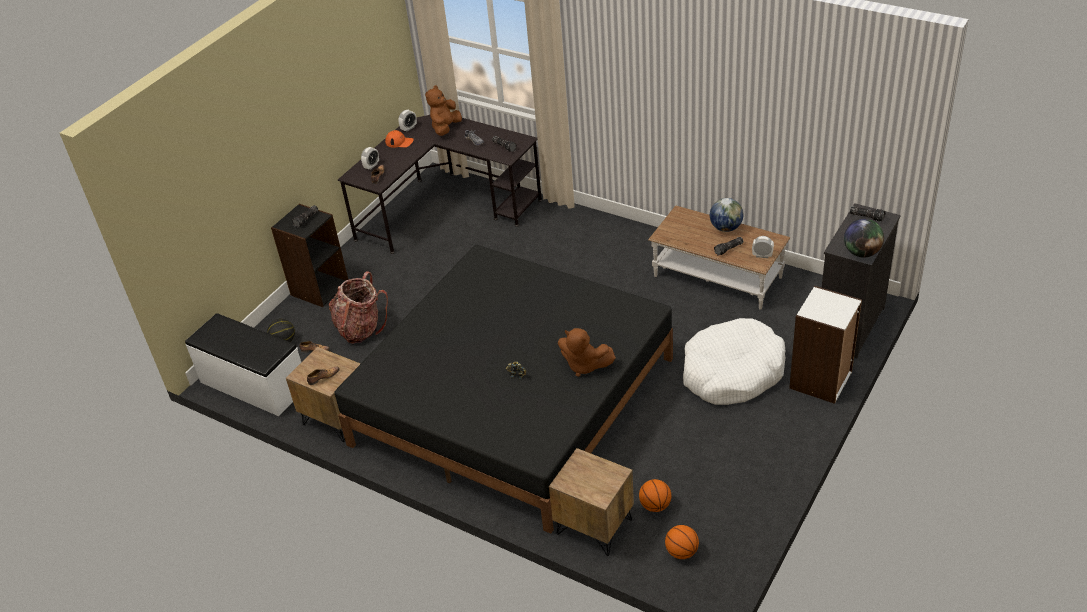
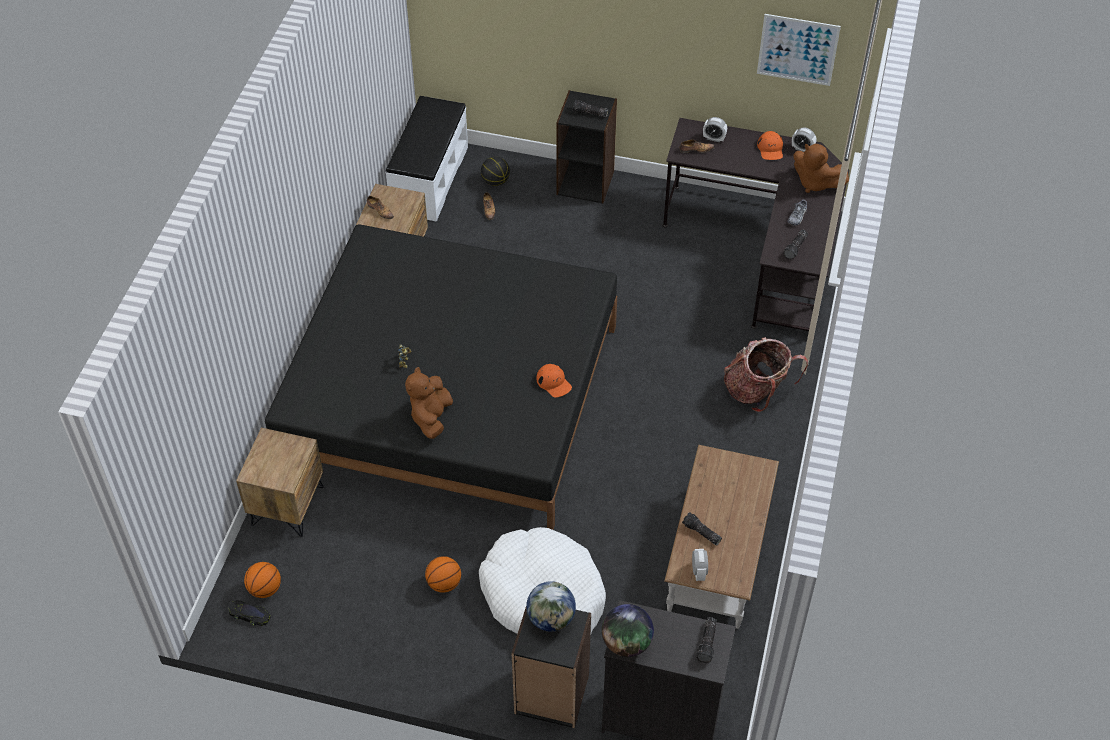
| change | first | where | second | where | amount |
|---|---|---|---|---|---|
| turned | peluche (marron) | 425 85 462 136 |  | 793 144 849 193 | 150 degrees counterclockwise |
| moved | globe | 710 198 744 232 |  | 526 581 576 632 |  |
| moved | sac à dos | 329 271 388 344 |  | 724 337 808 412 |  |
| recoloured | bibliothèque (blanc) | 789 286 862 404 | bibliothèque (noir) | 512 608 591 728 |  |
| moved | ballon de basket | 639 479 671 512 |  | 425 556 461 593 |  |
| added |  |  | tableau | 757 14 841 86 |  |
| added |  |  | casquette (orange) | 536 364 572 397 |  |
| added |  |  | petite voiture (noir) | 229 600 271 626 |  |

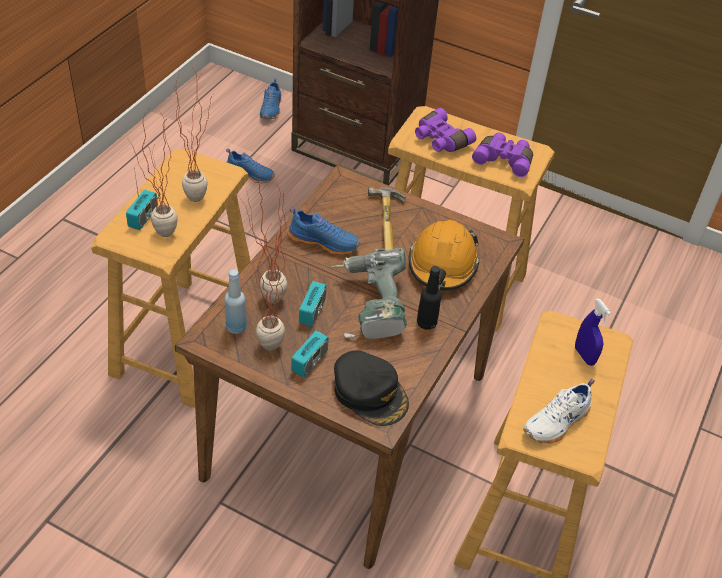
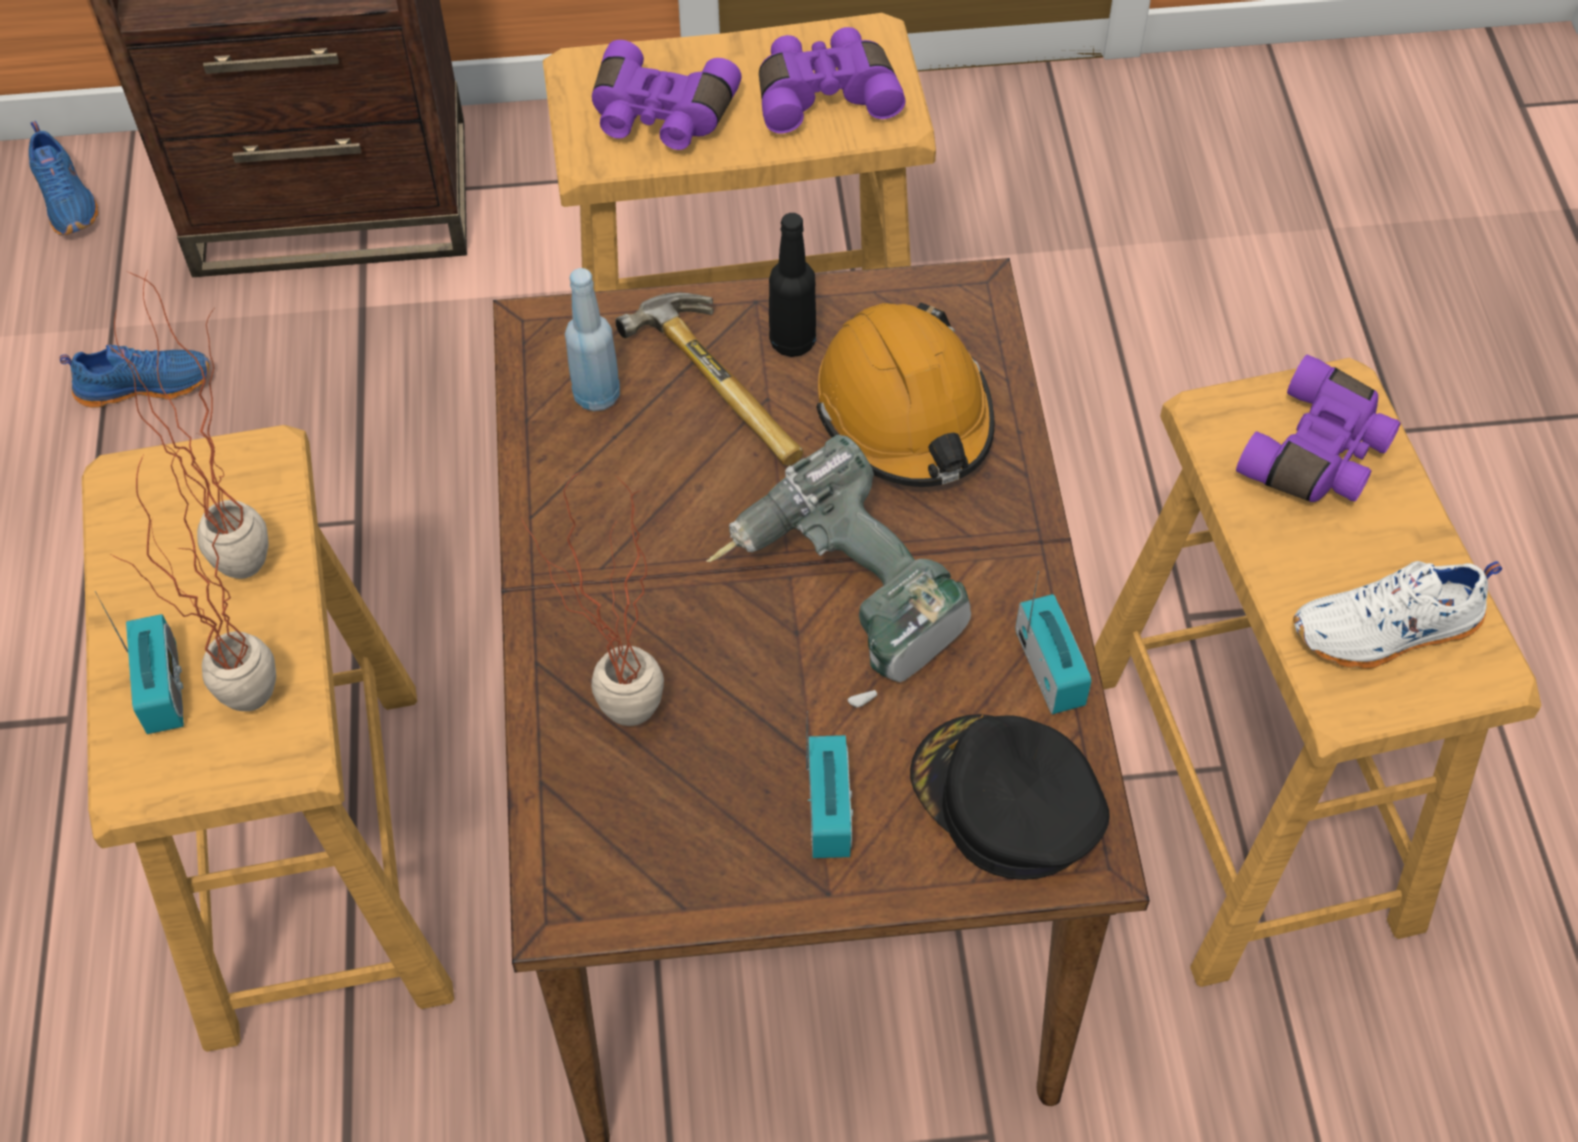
| change | first | where | second | where | amount |
|---|---|---|---|---|---|
| removed | chaussure (bleu) | 288 207 360 255 |  |  |  |
| removed | plante en pot | 248 223 285 351 |  |  |  |
| moved | bouteille (noir) | 417 266 441 330 |  | 769 213 816 357 |  |
| moved | radio | 299 267 326 327 |  | 1015 571 1091 714 |  |
| moved | bouteille (bleu) | 224 269 247 334 |  | 565 268 620 411 |  |
| replaced | vaporisateur (bleu) | 575 299 611 366 | jumelles (violet) | 1236 355 1401 502 |  |
| turned | casquette (noir) | 334 350 409 426 |  | 910 714 1110 880 | 150 degrees counterclockwise |
| turned | chaussure (blanc) | 523 379 594 443 |  | 1293 561 1503 669 | 60 degrees clockwise |

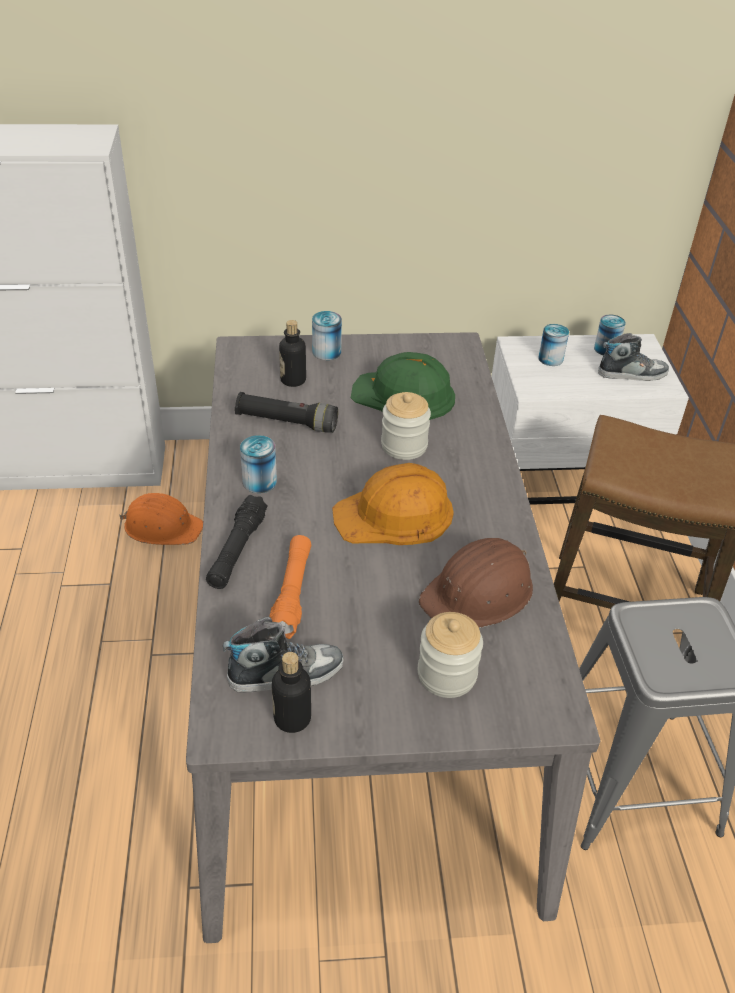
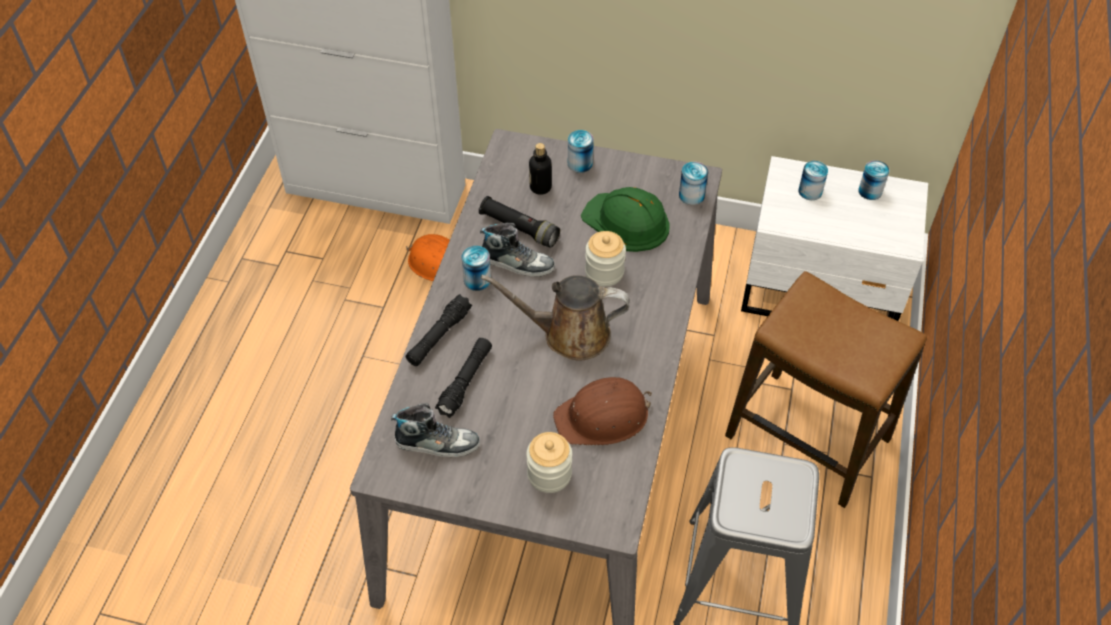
| change | first | where | second | where | amount |
|---|---|---|---|---|---|
| moved | chaussure | 598 333 669 381 |  | 480 223 555 277 |  |
| replaced | casque de chantier (orange) | 332 463 454 545 | arrosoir (marron) | 481 275 630 361 |  |
| recoloured | lampe de poche (orange) | 269 535 311 639 | lampe de poche (noir) | 435 338 492 418 |  |
| removed | bouteille | 272 652 311 733 |  |  |  |
| added |  |  | boîte métallique | 679 162 708 205 |  |

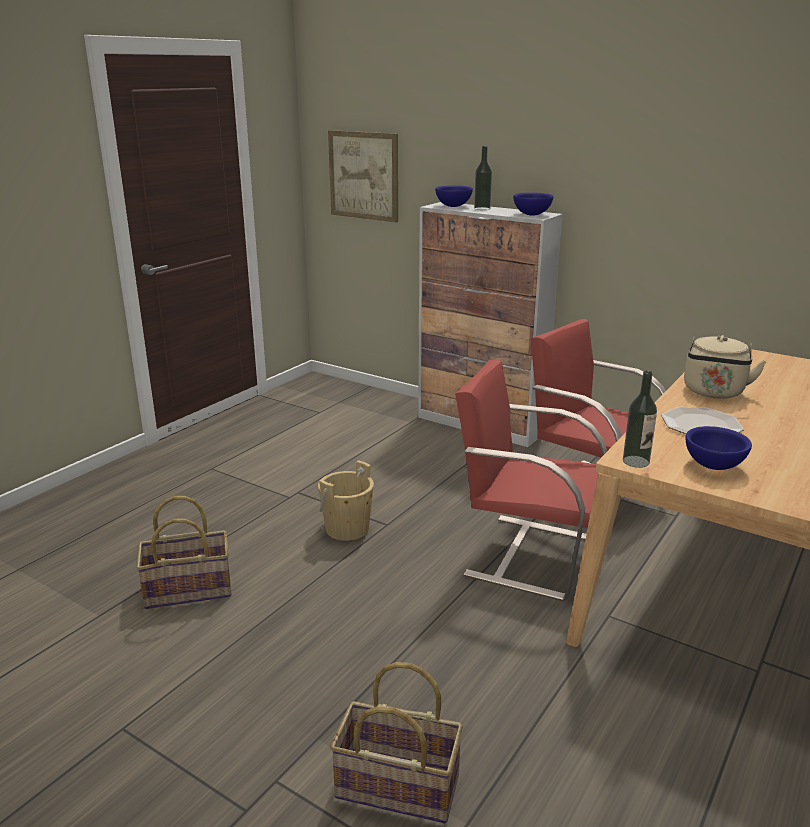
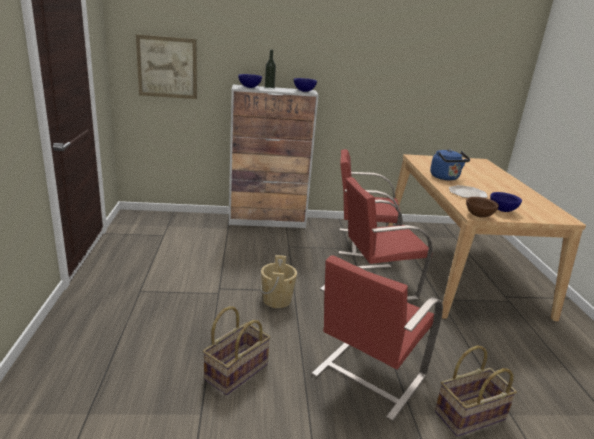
| change | first | where | second | where | amount |
|---|---|---|---|---|---|
| recoloured | bouilloire (beige) | 684 335 767 399 | bouilloire (bleu) | 430 149 470 180 |  |
| replaced | bouteille | 623 371 657 468 | bol (marron) | 466 197 499 218 |  |
| added |  |  | chaise (rouge) | 311 256 443 421 |  |

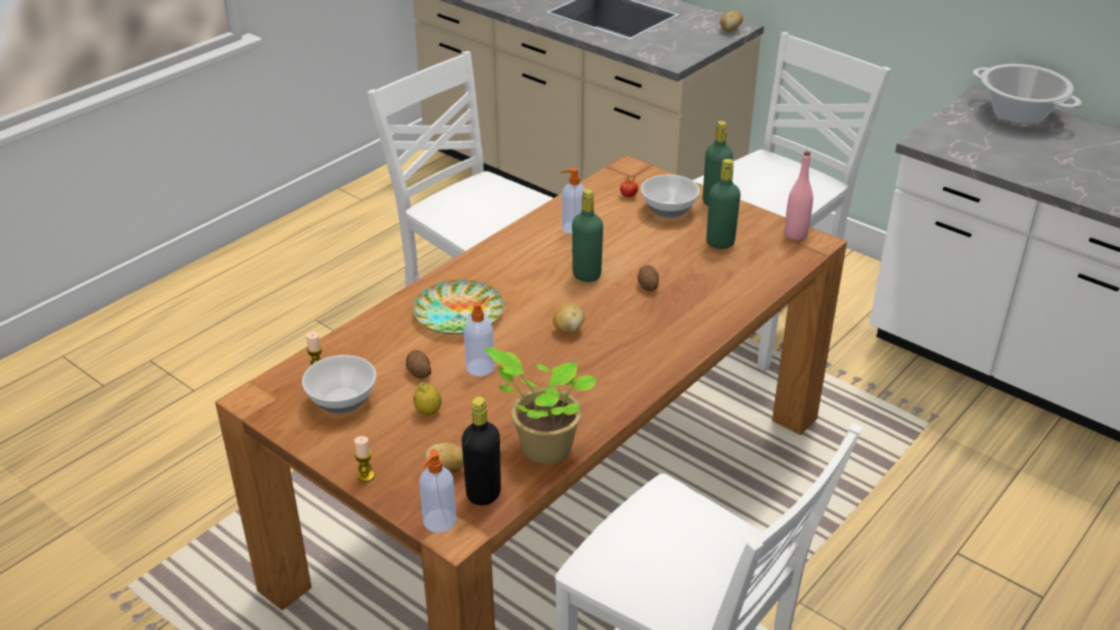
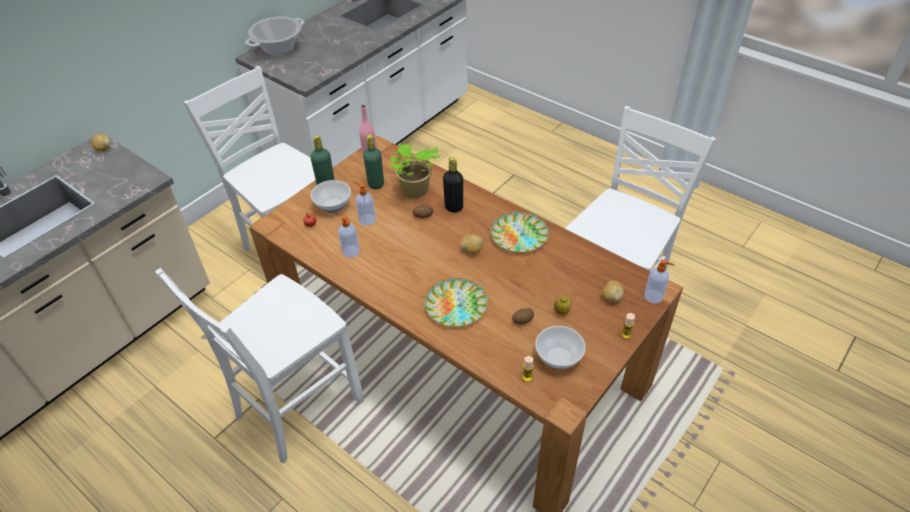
| change | first | where | second | where | amount |
|---|---|---|---|---|---|
| removed | bouteille (vert) | 572 189 603 282 |  |  |  |
| moved | distributeur de savon | 464 296 495 376 |  | 354 181 376 226 |  |
| moved | plante en pot | 484 347 597 464 |  | 390 143 440 198 |  |
| moved | bouteille (noir) | 462 396 501 505 |  | 443 157 463 212 |  |
| added |  |  | assiette | 491 212 549 253 |  |

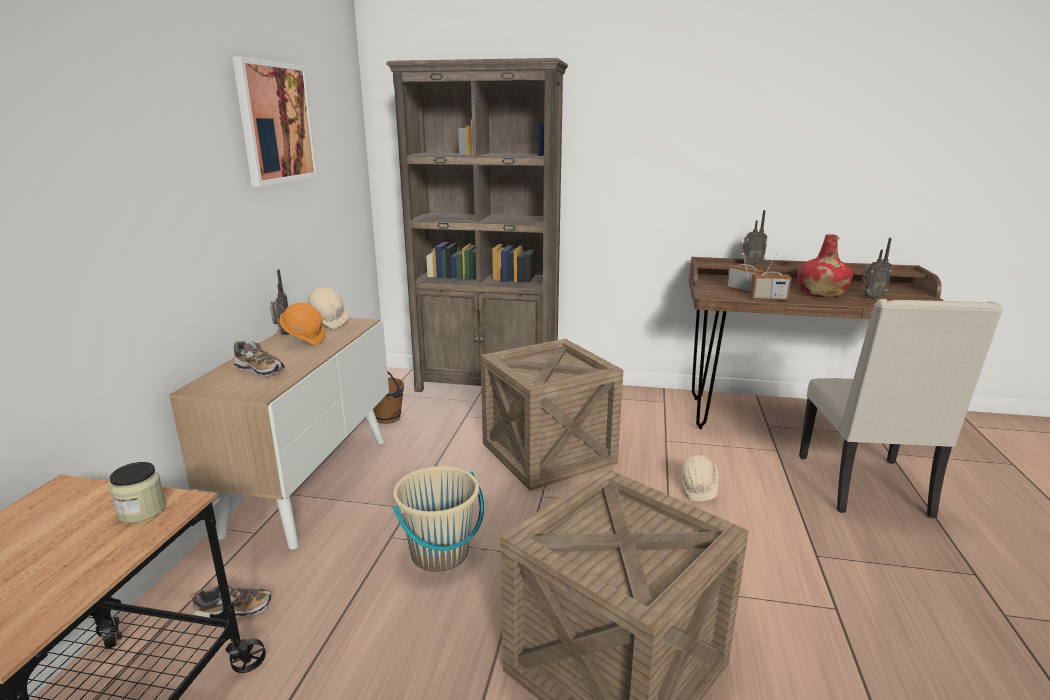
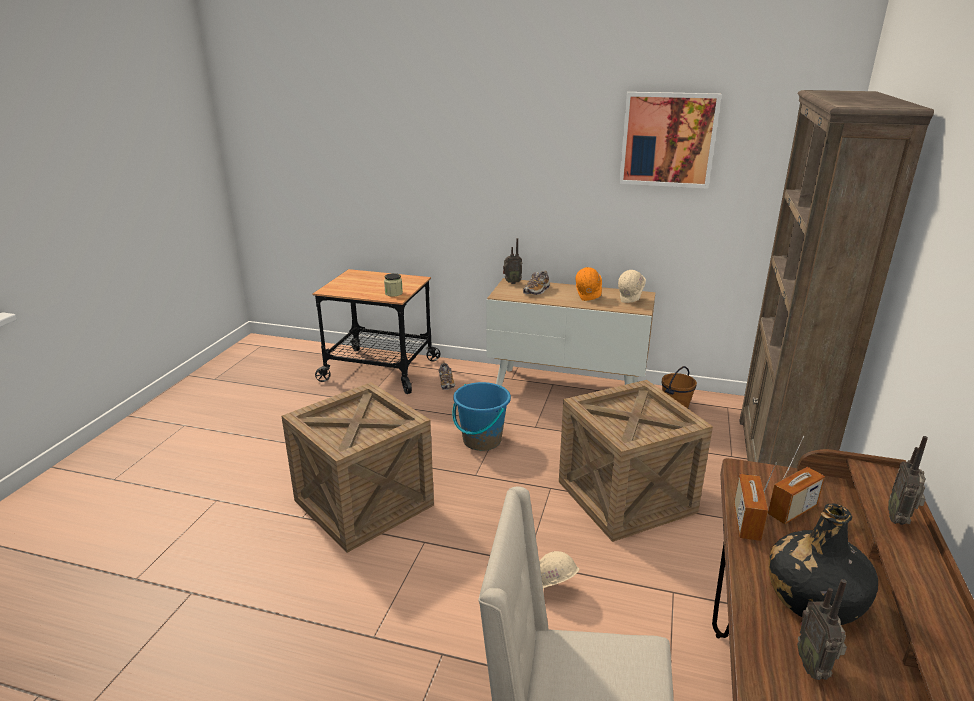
| change | first | where | second | where | amount |
|---|---|---|---|---|---|
| recoloured | bouteille (rouge) | 797 234 853 298 | bouteille (noir) | 769 504 878 625 |  |
| moved | radio | 270 269 289 335 |  | 503 238 522 284 |  |
| recoloured | seau (beige) | 393 466 484 572 | seau (bleu) | 452 382 511 451 |  |

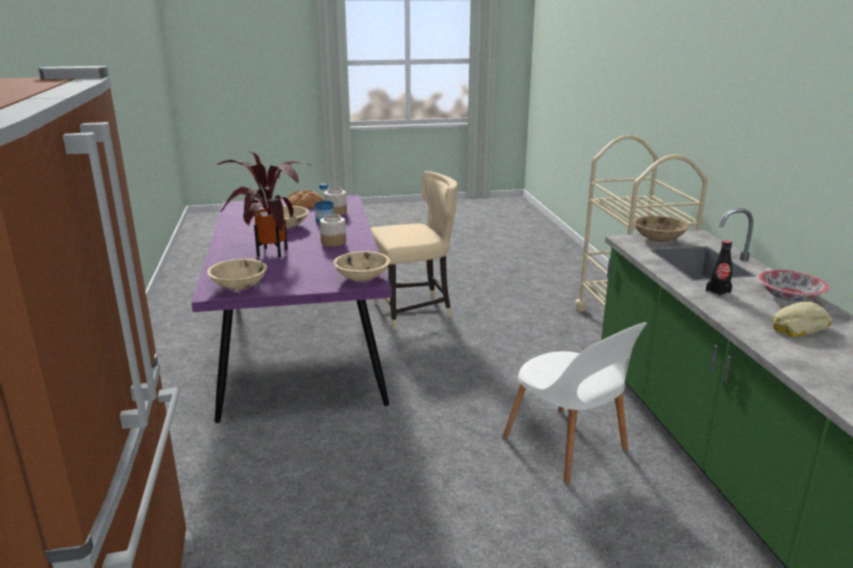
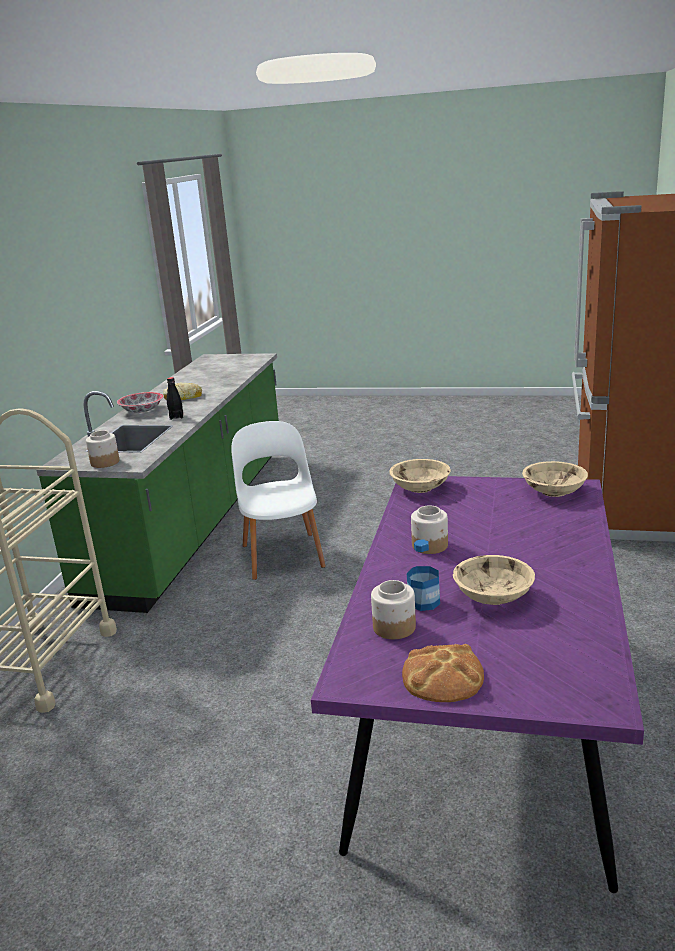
| change | first | where | second | where | amount |
|---|---|---|---|---|---|
| removed | plante en pot | 217 152 310 258 |  |  |  |
| removed | chaise (beige) | 371 171 458 330 |  |  |  |
| replaced | bol (beige) | 634 215 689 243 | bocal | 86 430 120 468 |  |

